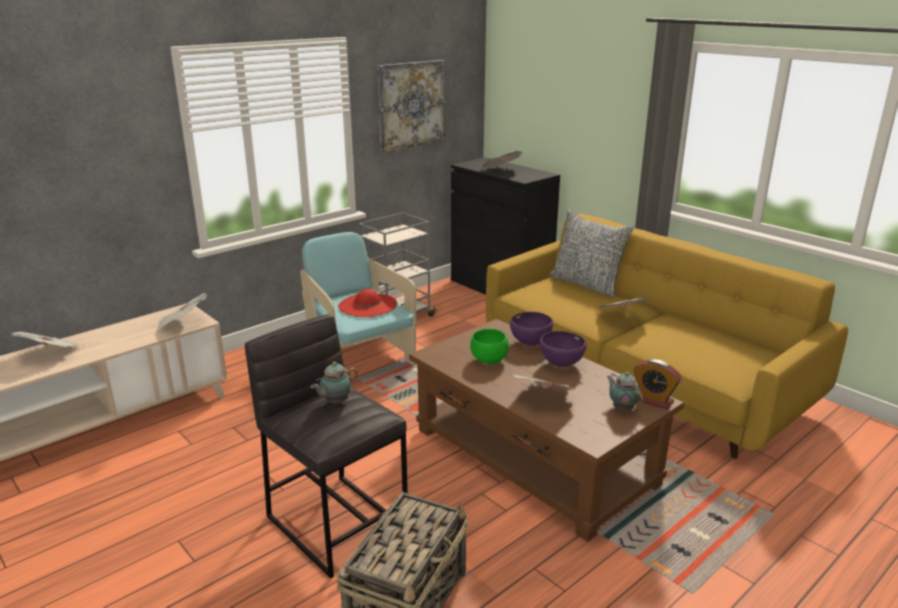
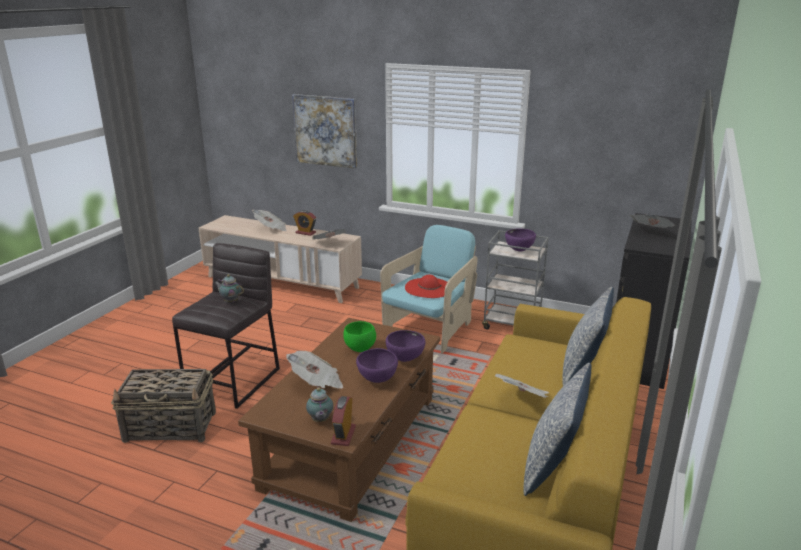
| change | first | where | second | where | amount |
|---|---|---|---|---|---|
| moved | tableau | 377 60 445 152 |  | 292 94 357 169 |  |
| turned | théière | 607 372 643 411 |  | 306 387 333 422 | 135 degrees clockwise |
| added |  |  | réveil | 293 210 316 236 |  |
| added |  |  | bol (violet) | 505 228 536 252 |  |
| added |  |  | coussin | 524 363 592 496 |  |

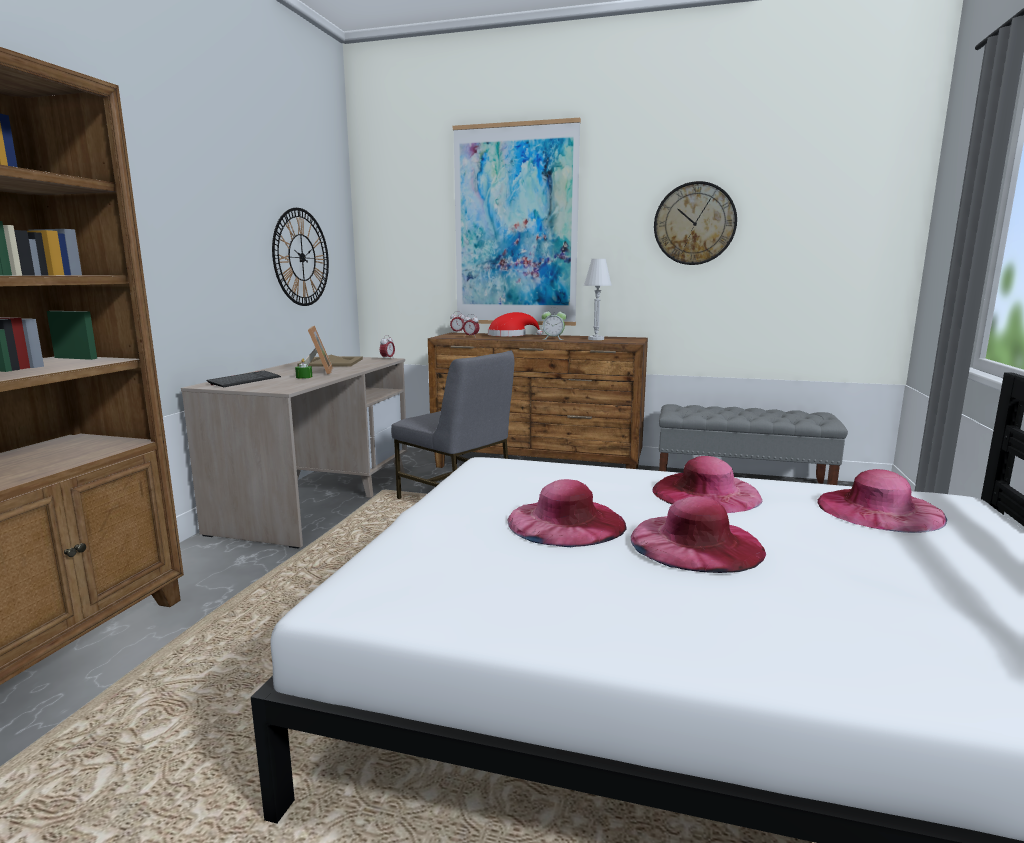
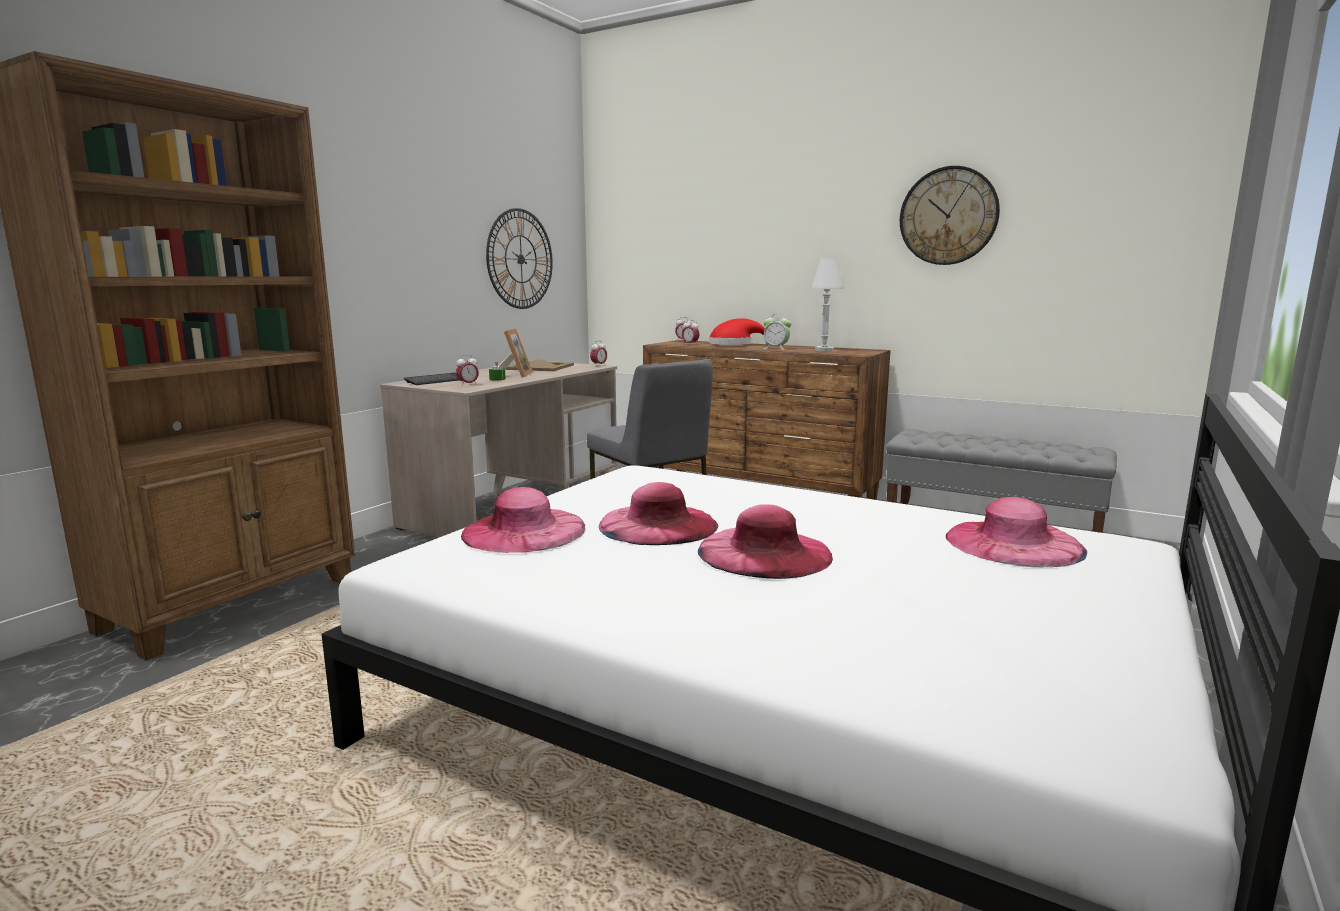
| change | first | where | second | where | amount |
|---|---|---|---|---|---|
| removed | tableau | 453 118 581 326 |  |  |  |
| moved | chapeau (rose) | 652 456 763 513 |  | 461 487 585 553 |  |
| added |  |  | réveil | 456 355 479 386 |  |

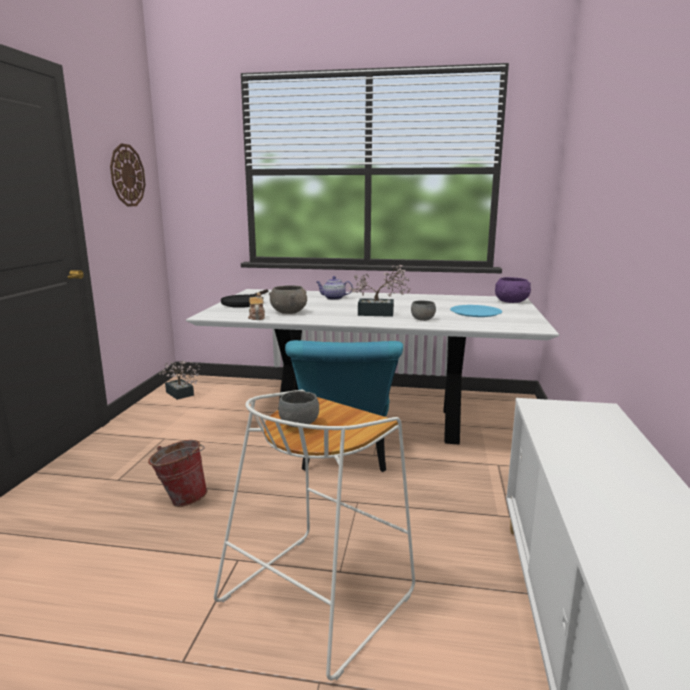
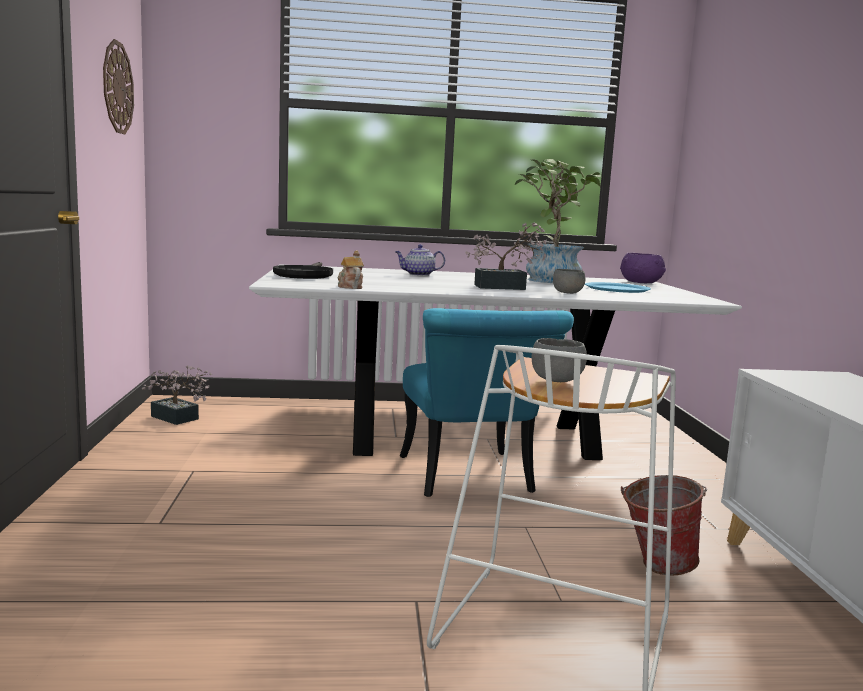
| change | first | where | second | where | amount |
|---|---|---|---|---|---|
| removed | bol (gris) | 269 285 307 314 |  |  |  |
| moved | seau | 148 440 207 507 |  | 621 475 707 575 |  |
| added |  |  | plante en pot | 515 159 601 283 |  |

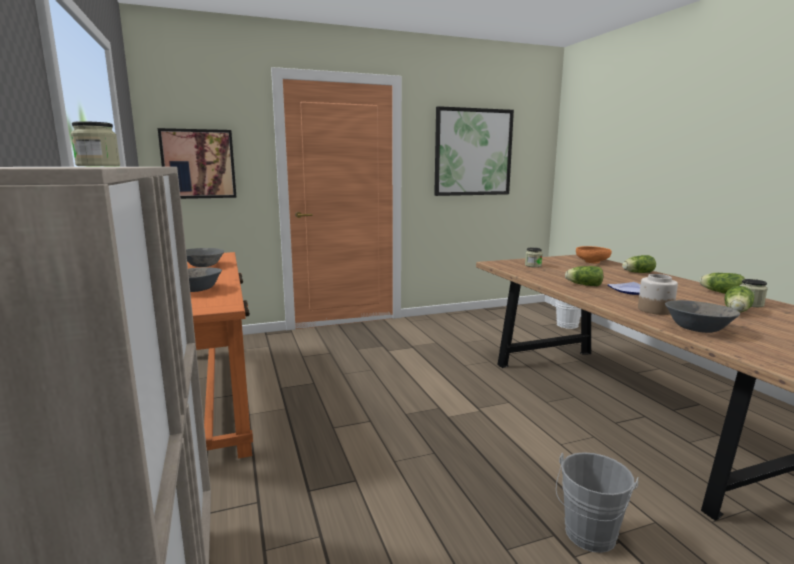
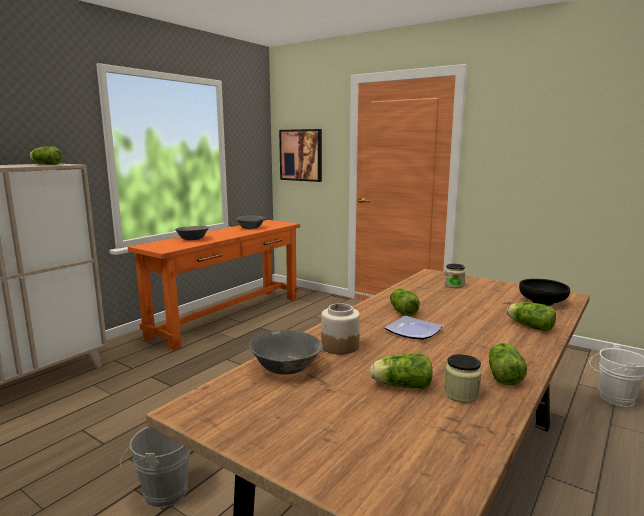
| change | first | where | second | where | amount |
|---|---|---|---|---|---|
| removed | tableau | 434 106 514 196 |  |  |  |
| replaced | bocal | 71 121 120 166 | laitue | 29 146 62 165 |  |
| recoloured | bol (orange) | 576 246 612 263 | bol (noir) | 519 279 570 306 |  |

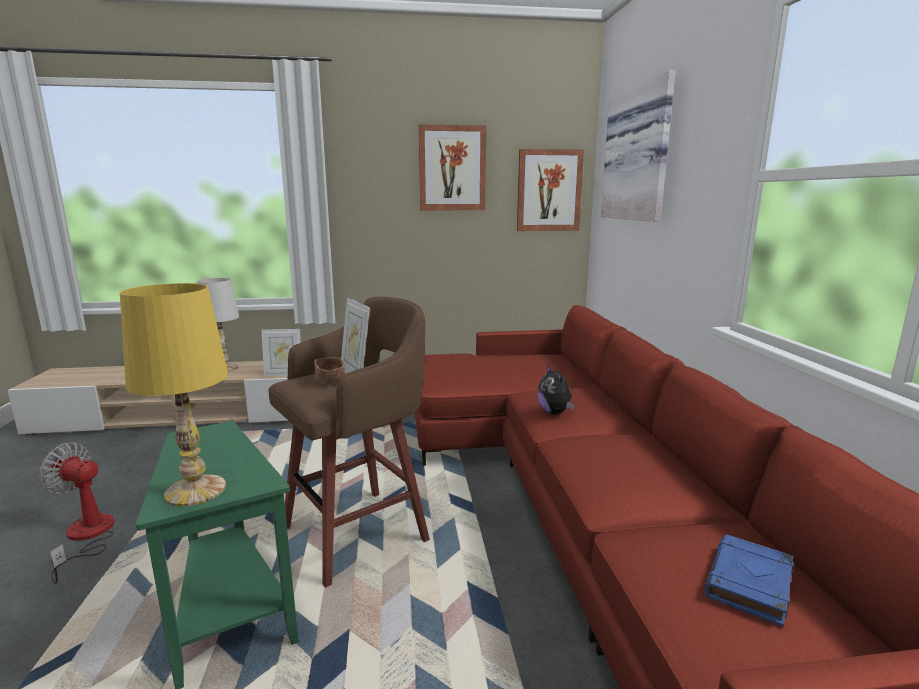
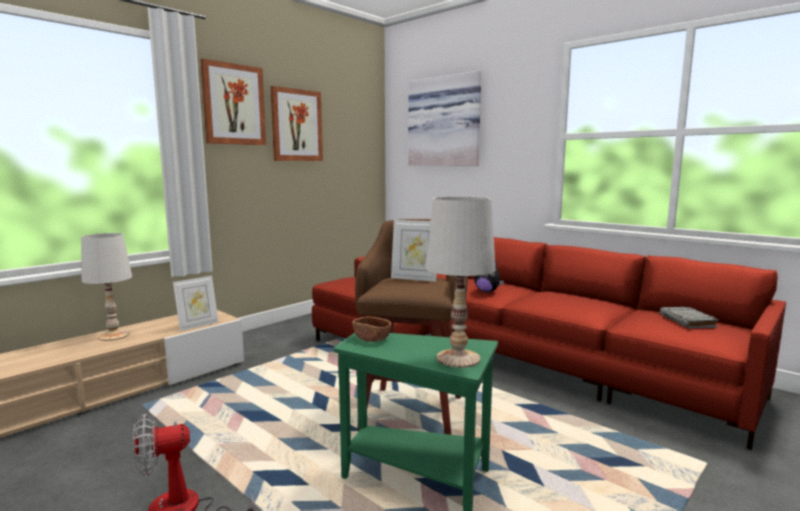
| change | first | where | second | where | amount |
|---|---|---|---|---|---|
| moved | tableau | 517 149 584 231 |  | 200 59 266 145 |  |
| recoloured | lampe de table (jaune) | 120 283 228 507 | lampe de table (blanc) | 426 197 496 368 |  |
| moved | bol (marron) | 314 357 345 384 |  | 352 316 391 342 |  |
| recoloured | livre (bleu) | 705 534 794 627 | livre (gris) | 659 307 719 328 |  |

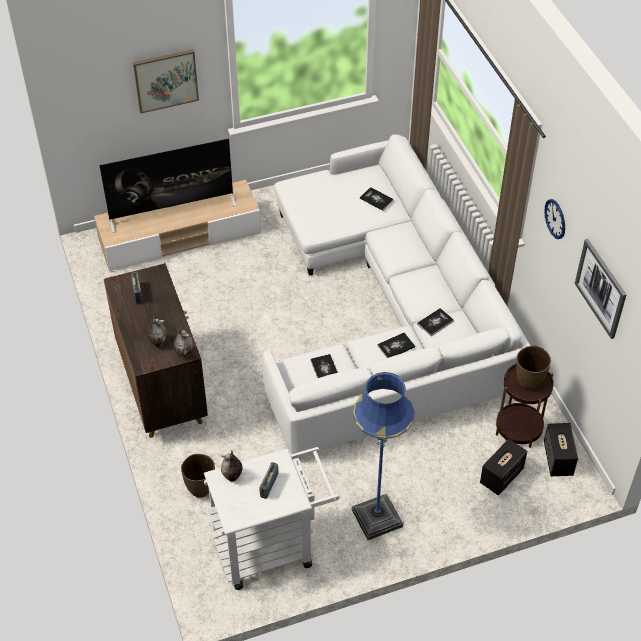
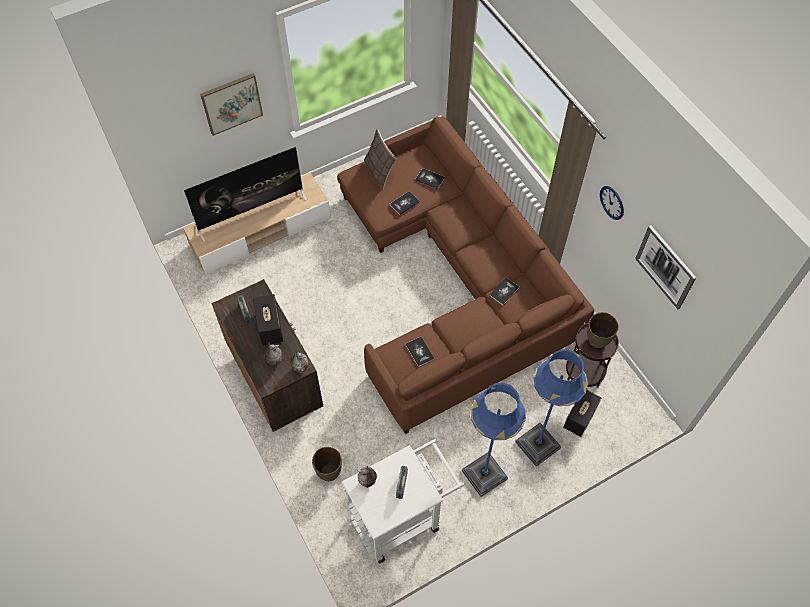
| change | first | where | second | where | amount |
|---|---|---|---|---|---|
| recoloured | canapé (blanc) | 262 134 531 459 | canapé (marron) | 337 116 594 434 |  |
| moved | livre | 377 332 415 358 |  | 390 191 420 215 |  |
| moved | enceinte | 544 423 578 476 |  | 253 294 283 346 |  |
| added |  |  | coussin | 364 129 397 190 |  |
| added |  |  | lampadaire (bleu) | 515 349 588 467 |  |

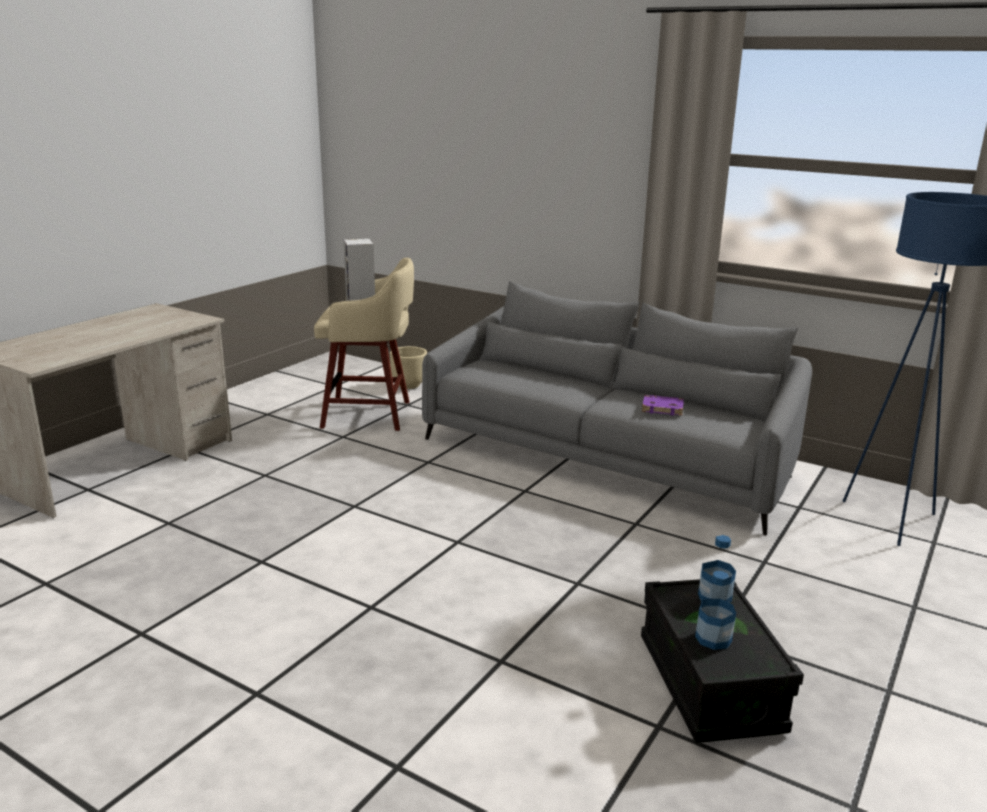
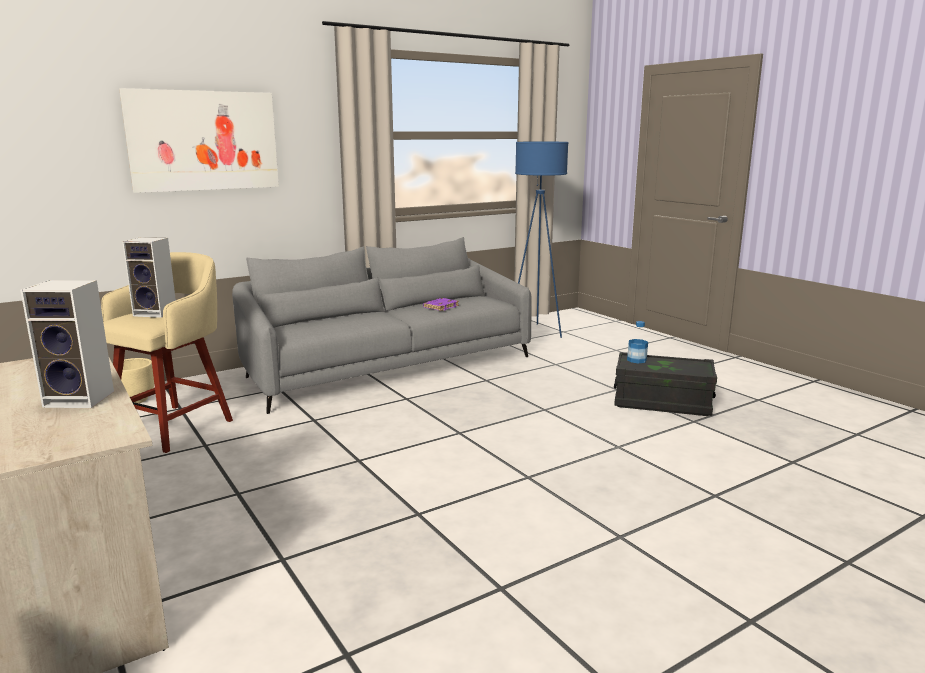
| change | first | where | second | where | amount |
|---|---|---|---|---|---|
| removed | bouteille | 695 571 736 650 |  |  |  |
| added |  |  | tableau | 119 88 279 193 |  |
| added |  |  | enceinte | 20 280 114 408 |  |

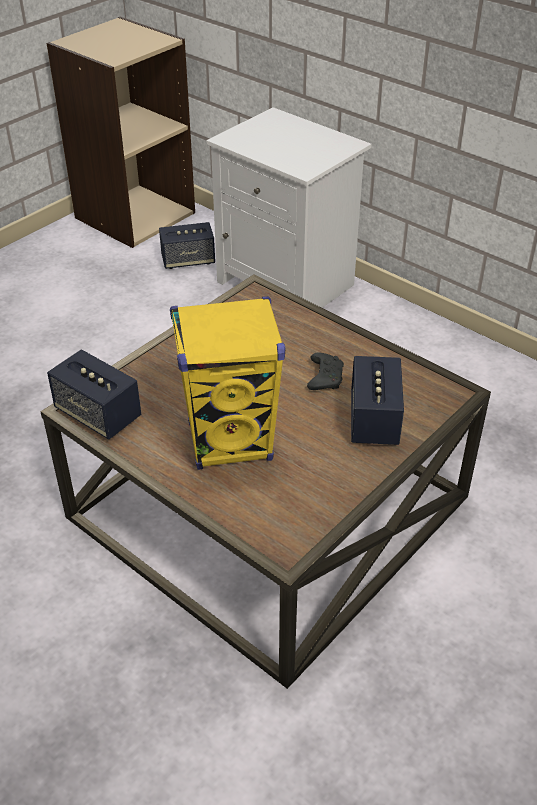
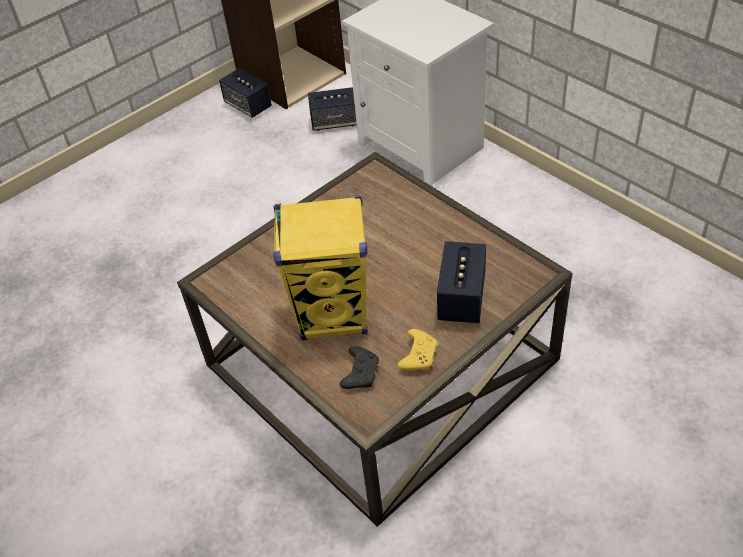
| change | first | where | second | where | amount |
|---|---|---|---|---|---|
| moved | enceinte | 47 350 141 439 |  | 219 68 272 118 |  |
| moved | manette (noir) | 307 352 344 390 |  | 340 346 379 389 |  |
| added |  |  | manette (jaune) | 398 329 438 370 |  |

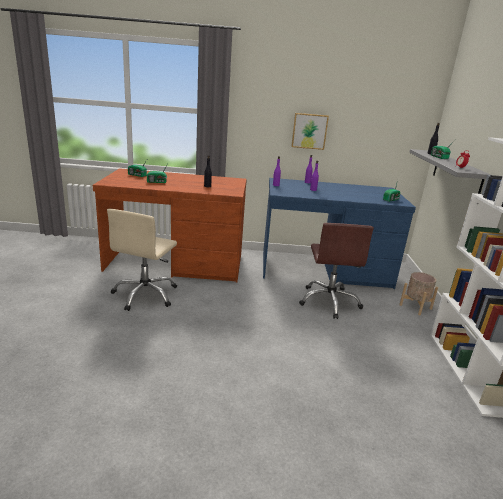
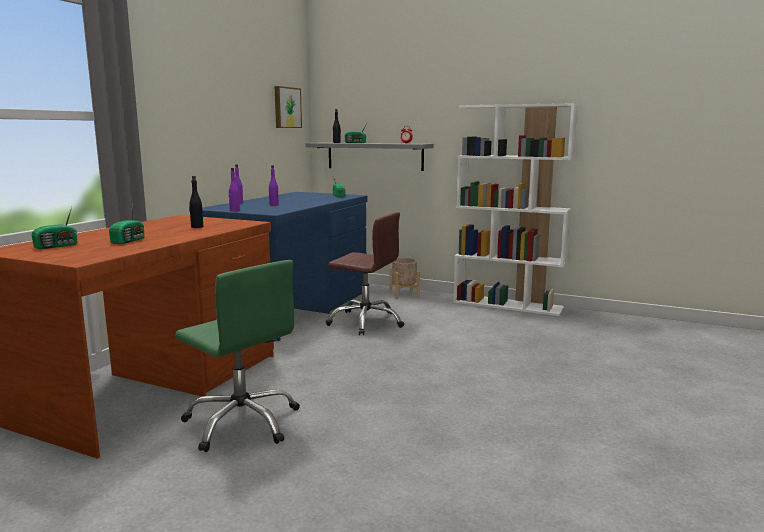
| change | first | where | second | where | amount |
|---|---|---|---|---|---|
| moved | tableau | 291 113 329 150 |  | 274 86 302 128 |  |
| recoloured | chaise de bureau (beige) | 107 209 177 311 | chaise de bureau (vert) | 175 260 300 452 |  |

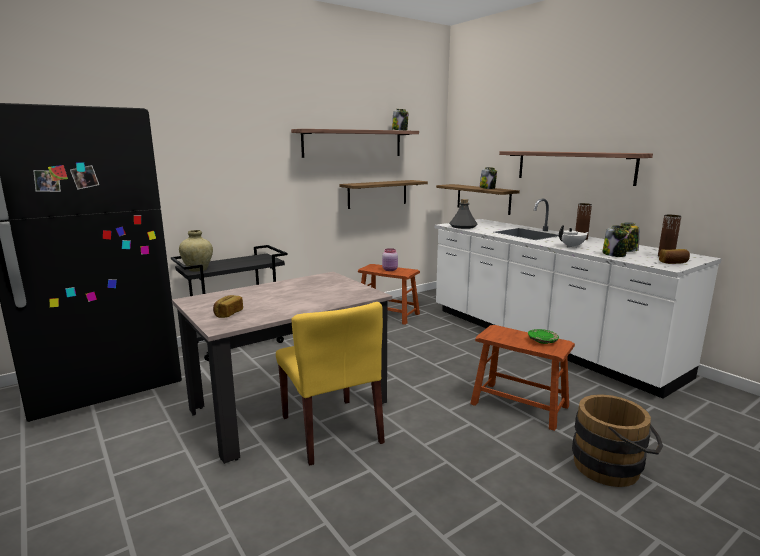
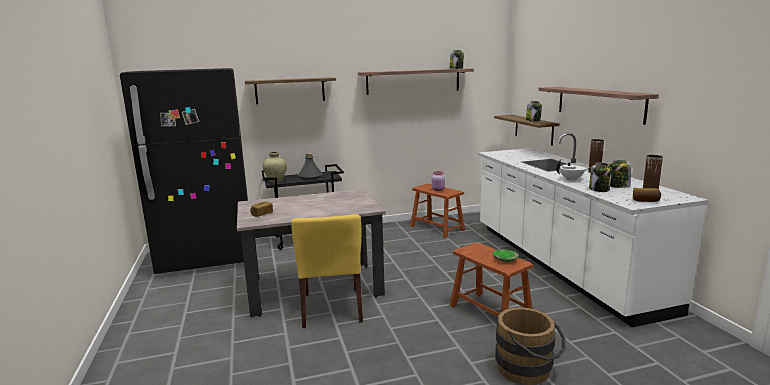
| change | first | where | second | where | amount |
|---|---|---|---|---|---|
| moved | étagère | 339 180 428 209 |  | 245 77 336 104 |  |
| moved | bouteille (gris) | 449 199 478 229 |  | 298 153 323 180 |  |

